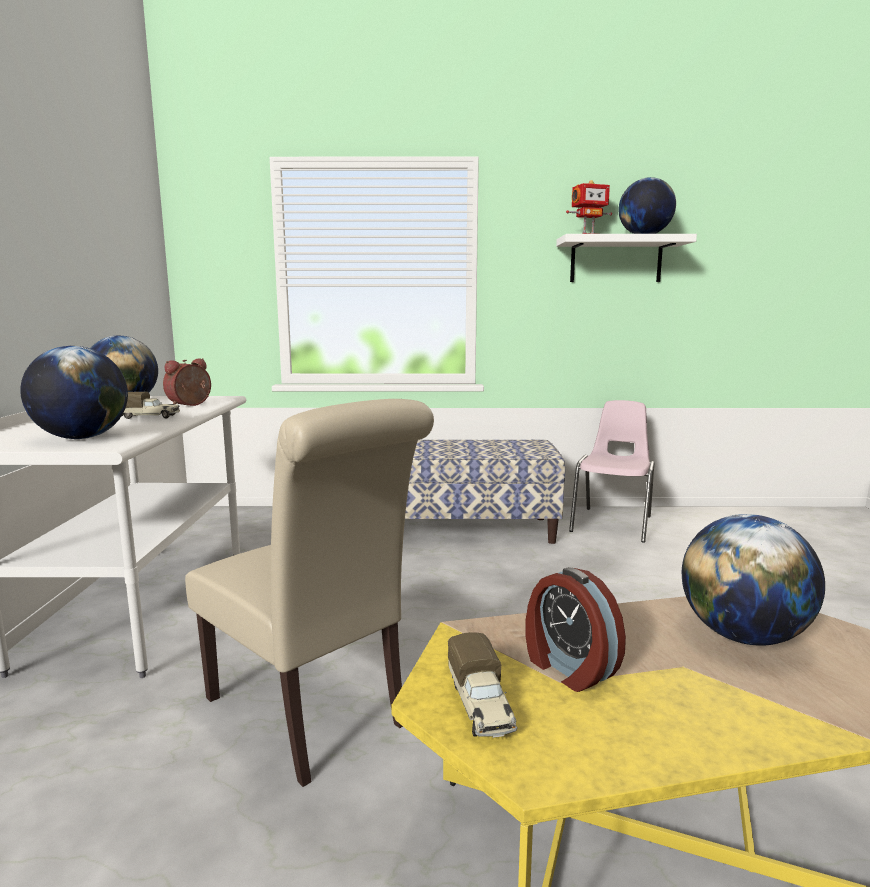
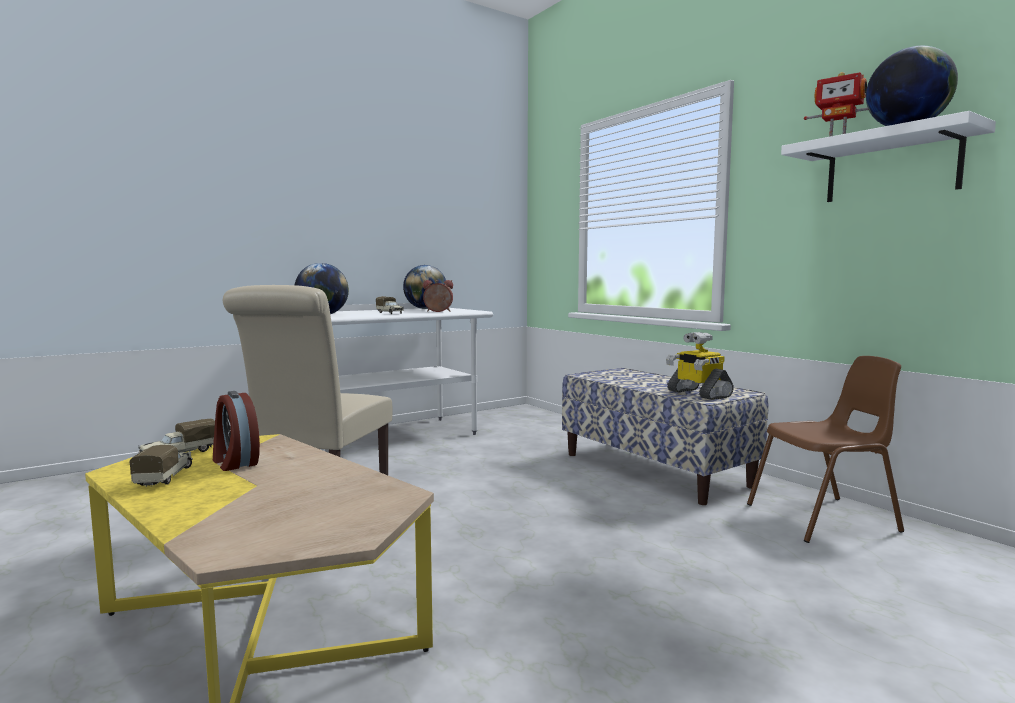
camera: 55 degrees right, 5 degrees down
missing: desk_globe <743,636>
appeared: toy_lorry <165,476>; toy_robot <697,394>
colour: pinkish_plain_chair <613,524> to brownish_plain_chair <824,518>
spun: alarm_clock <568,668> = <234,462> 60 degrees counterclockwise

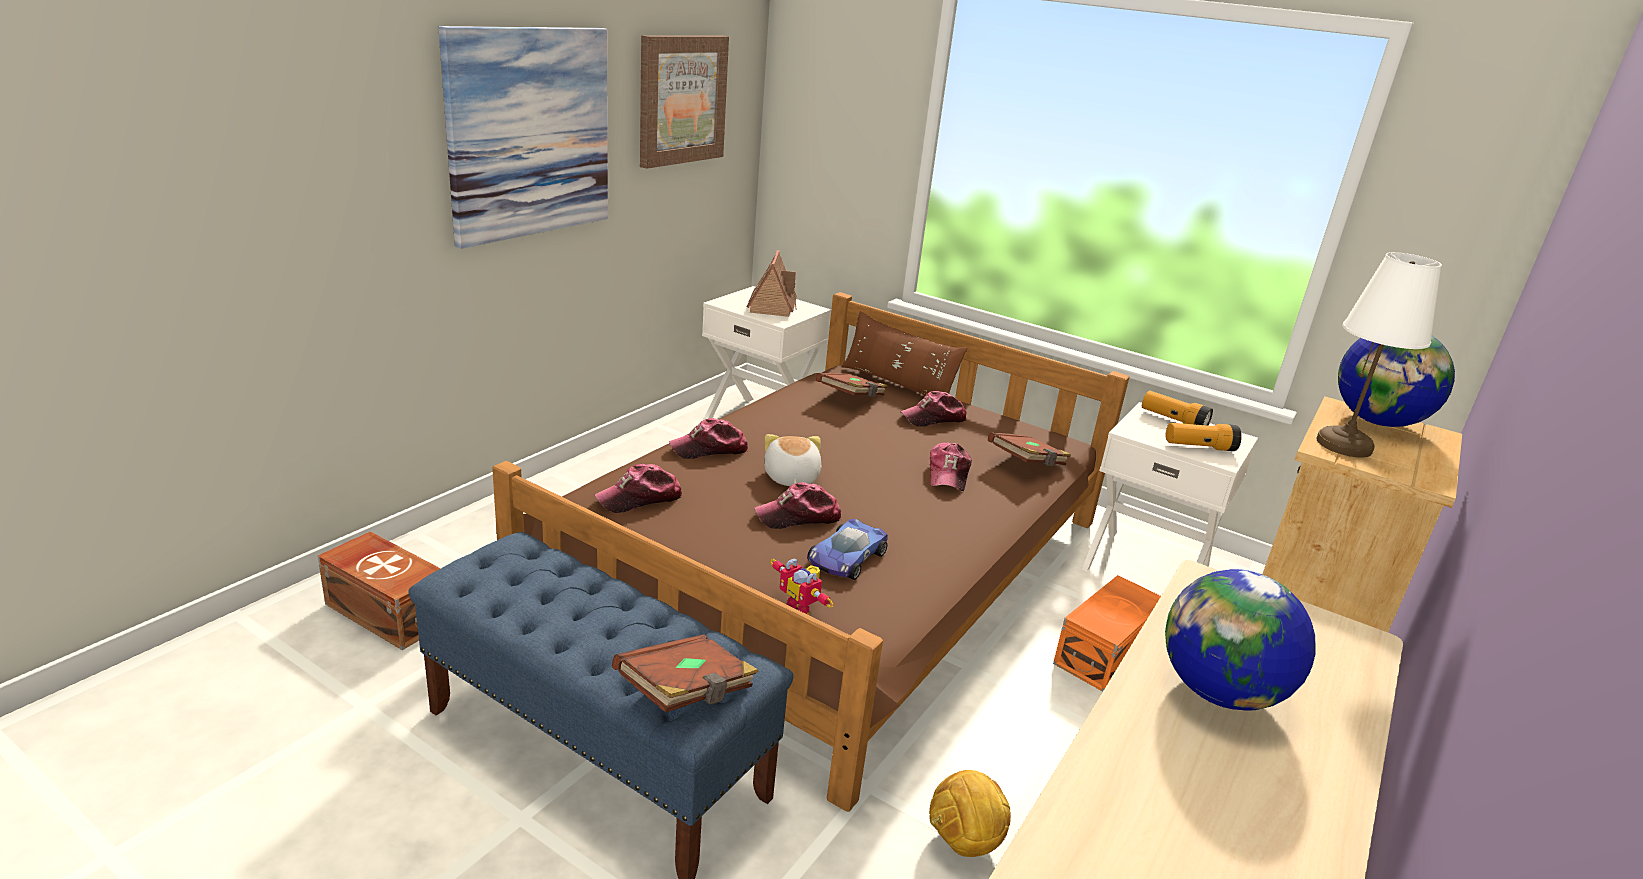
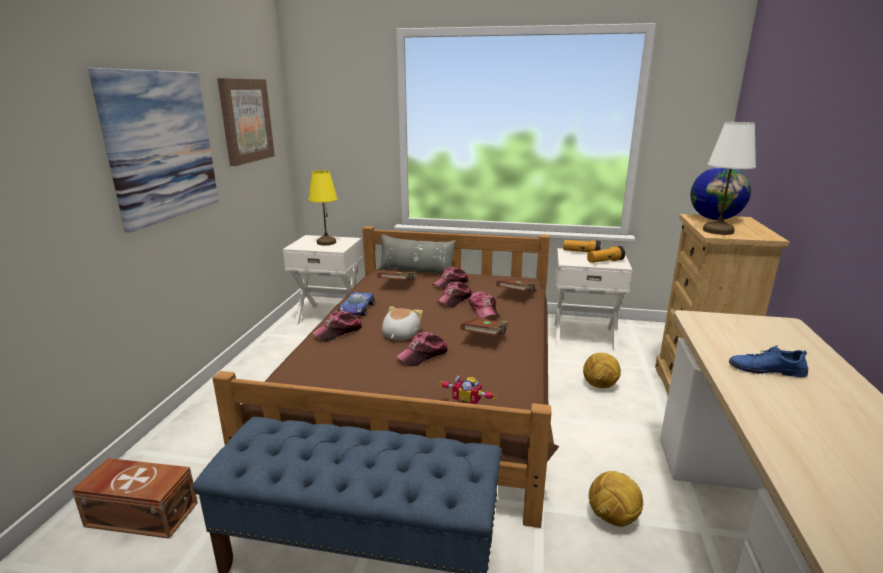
camera: 20 degrees left, 5 degrees down
relocated: miniature_car <846,558> to <356,309>; cap <640,498> to <454,300>; brownish_volume <687,693> to <486,337>
exchanged: toy_house <772,306> to yellow_tabletop_lamp <326,242>; orangey_storage_container <1107,653> to football <600,385>; desk_globe <1219,693> to blue-coloured_shoe <766,370>
colour: brownish_cushion <897,384> to gray_cushion <416,271>
spun: plush_toy <790,478> = <400,335> 45 degrees clockwise

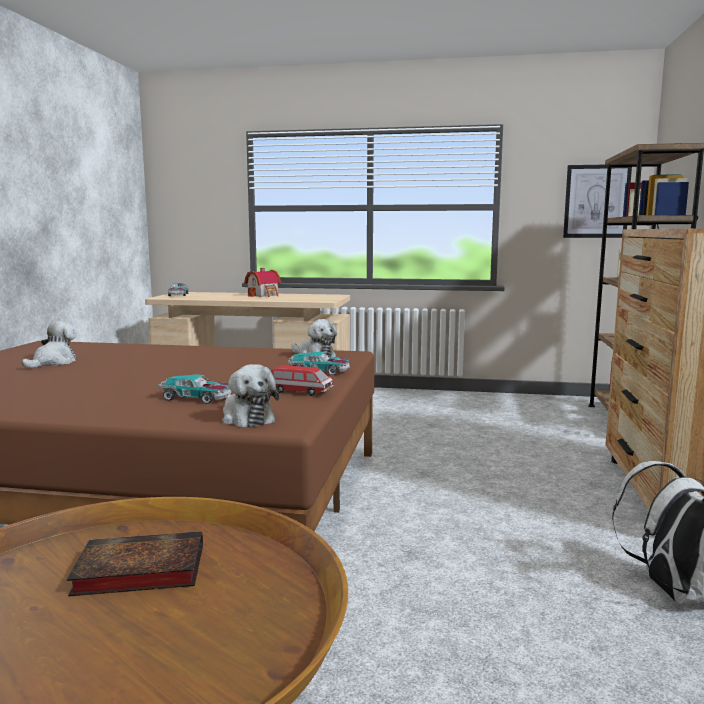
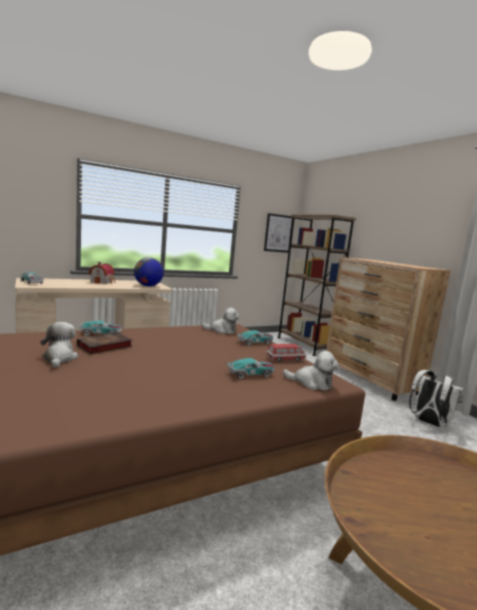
camera: 40 degrees left, 0 degrees up
appeared: miniature_car <101,333>; desk_globe <148,286>
relocated: volume <136,571> to <104,346>

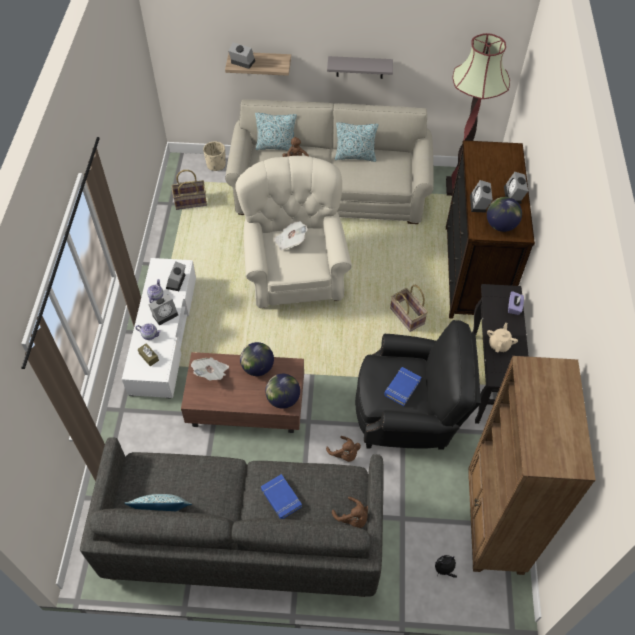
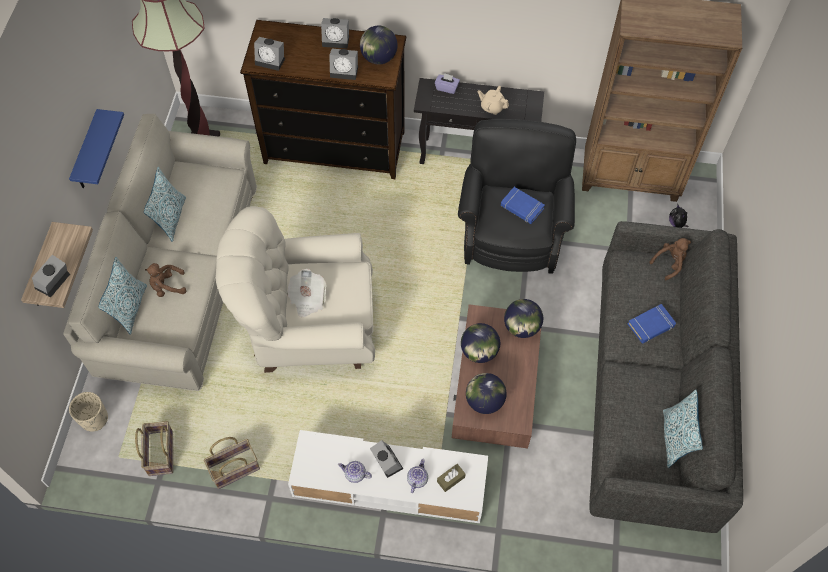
camera: 85 degrees left, 5 degrees up
missing: brownish_plush_toy <344,454>
relocated: household_basket <407,316> to <234,468>; alarm_clock <176,282> to <271,60>
exchanged: newspaper <211,373> to desk_globe <484,401>
colour: gray_wall_shelf <360,67> to blue-coloured_wall_shelf <87,153>

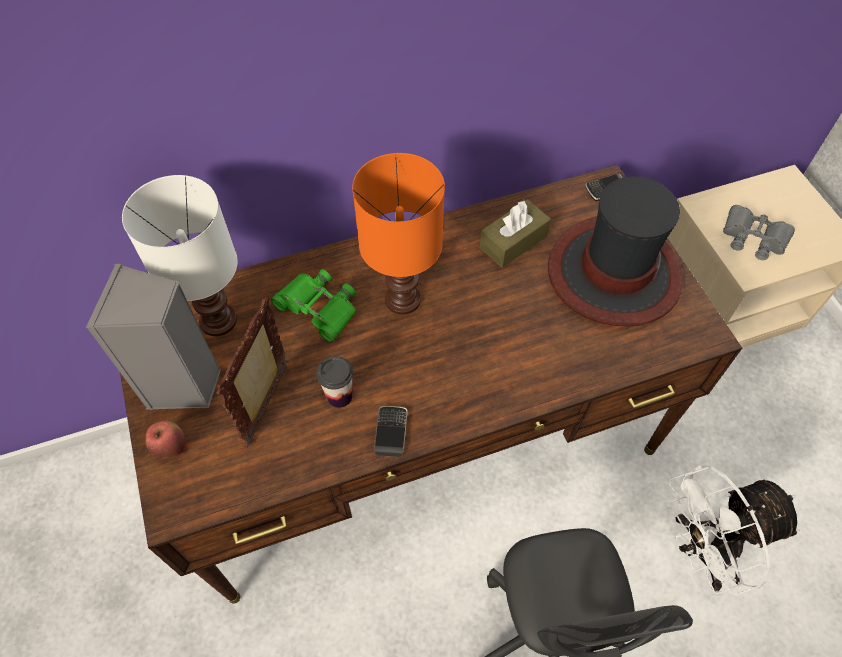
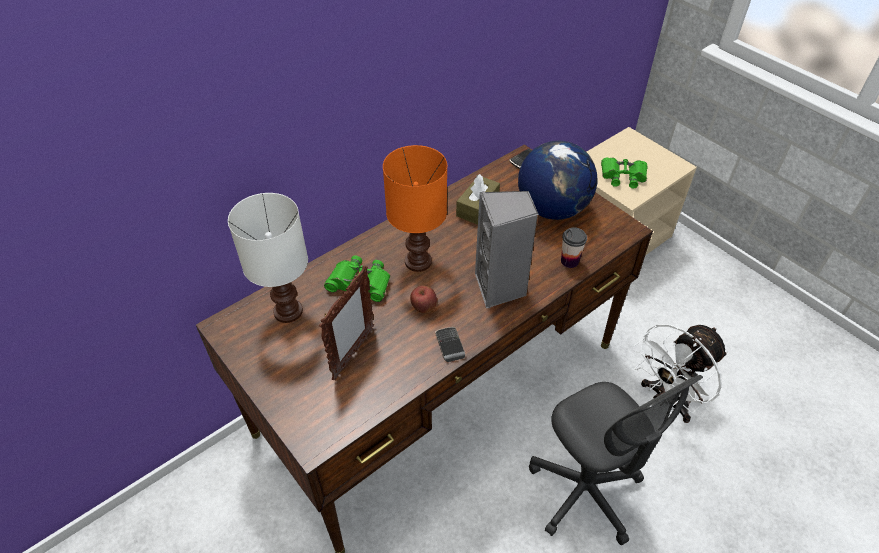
camera: 20 degrees left, 10 degrees down
relocated: apple <171,447> to <423,308>; gray_loudspeaker <185,385> to <500,288>; cup <339,396> to <569,261>
exchanged: hat <613,273> to desk_globe <552,209>
colour: gray_binoculars <753,237> to green_binoculars <623,176>
spun: photo_frame <268,404> = <353,354> 150 degrees counterclockwise

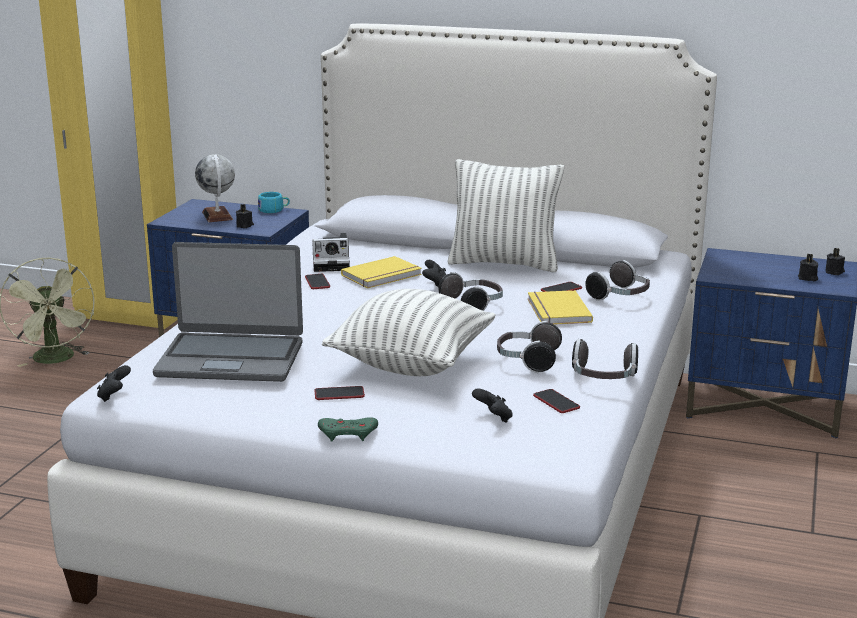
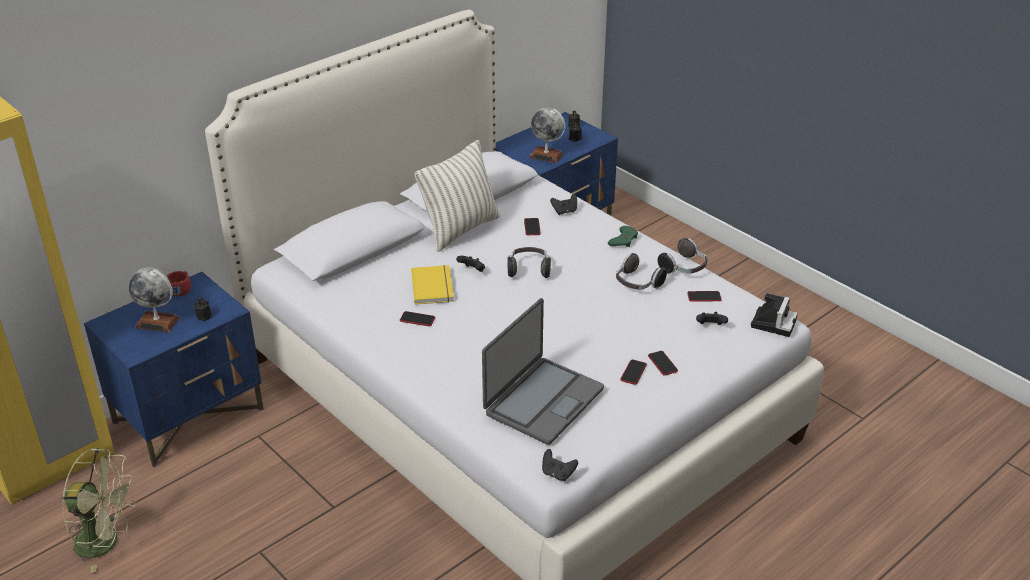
camera: 60 degrees left, 15 degrees up
missing: cushion <411,364>; yellow_volume <556,311>
appeared: desk_globe <546,155>; phone <662,363>
relocated: green_gamepad <348,433> to <623,240>; still_camera <333,263> to <773,322>
exchanged: headset <620,296> to black-coloured_gamepad <564,211>
colour: turquoise-coloured_cup <274,210> to red-coloured_cup <180,288>

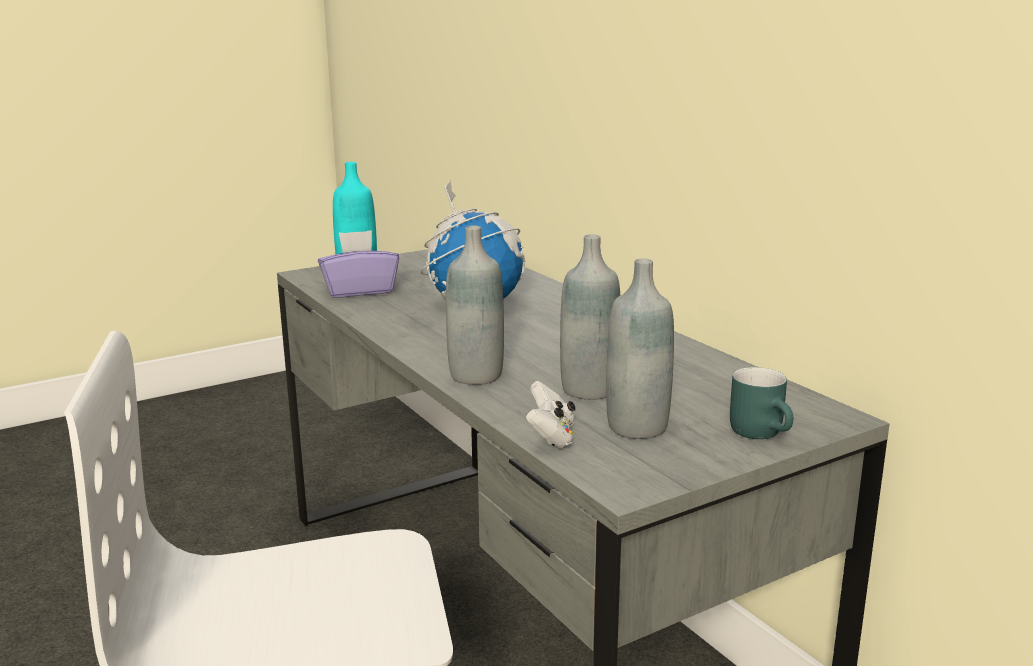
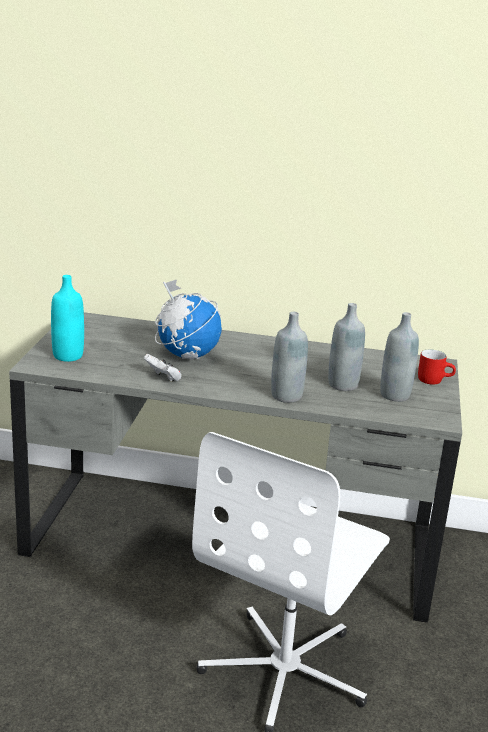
camera: 50 degrees left, 5 degrees up
missing: purplish_tissue_box <359,290>
relocated: white_gamepad <551,437> to <164,378>
colour: turquoise-coloured_mug <763,432> to red-coloured_mug <434,380>

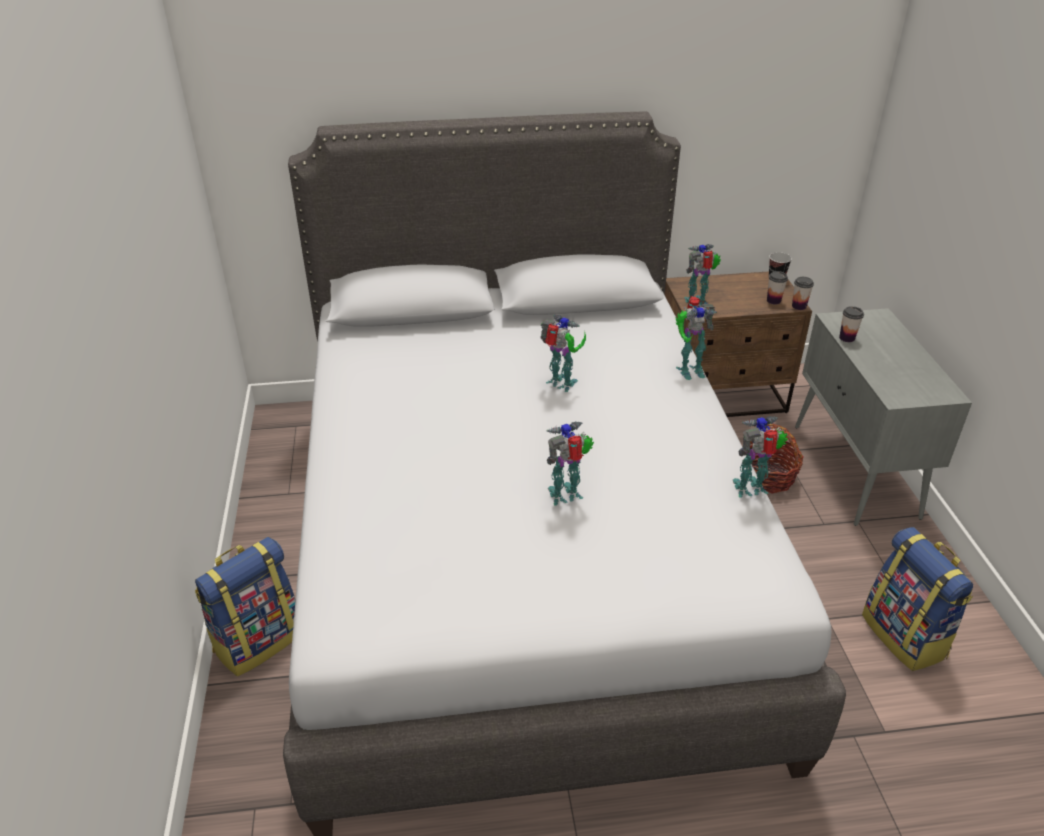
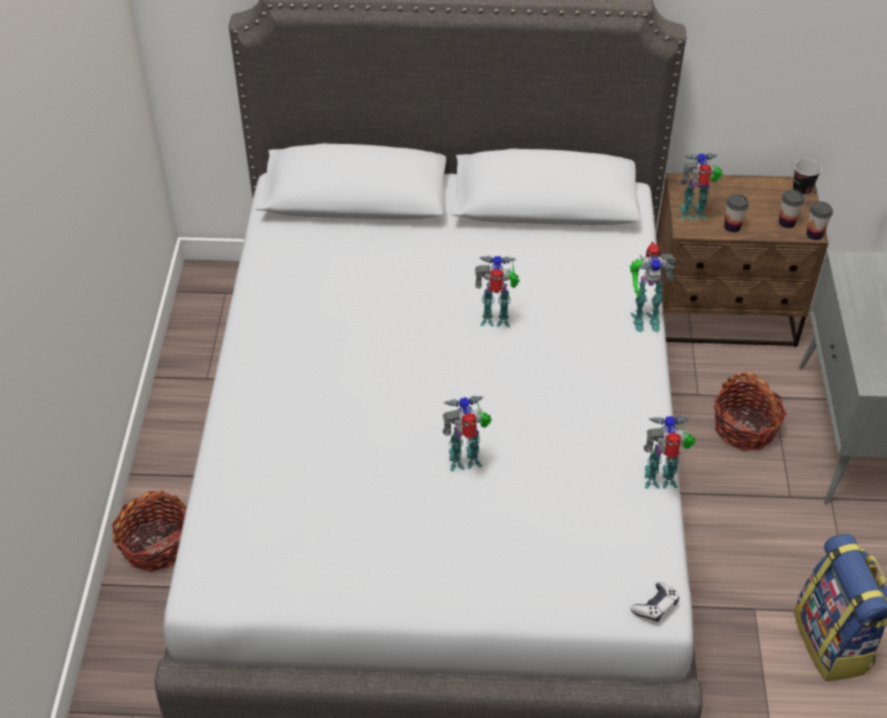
camera: 10 degrees right, 10 degrees up
appeared: gamepad <655,606>
relocated: cup <847,338> to <732,226>
exchanged: rucksack <258,640> to household_basket <156,545>
spun: toy_robot <561,384> = <497,320> 45 degrees counterclockwise

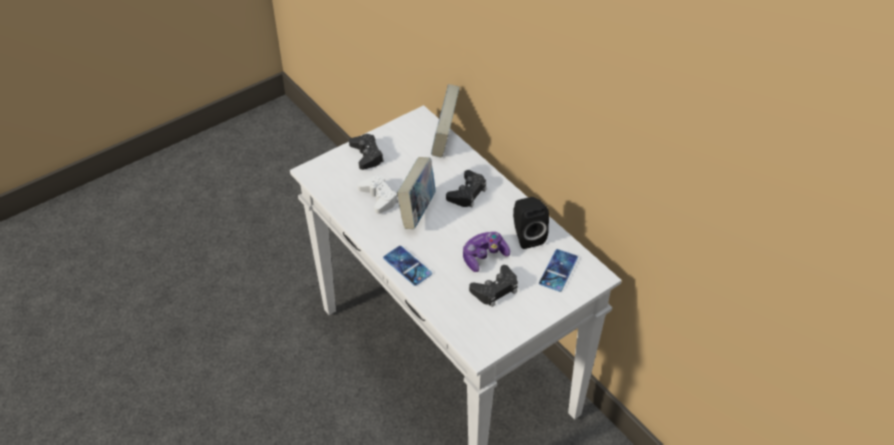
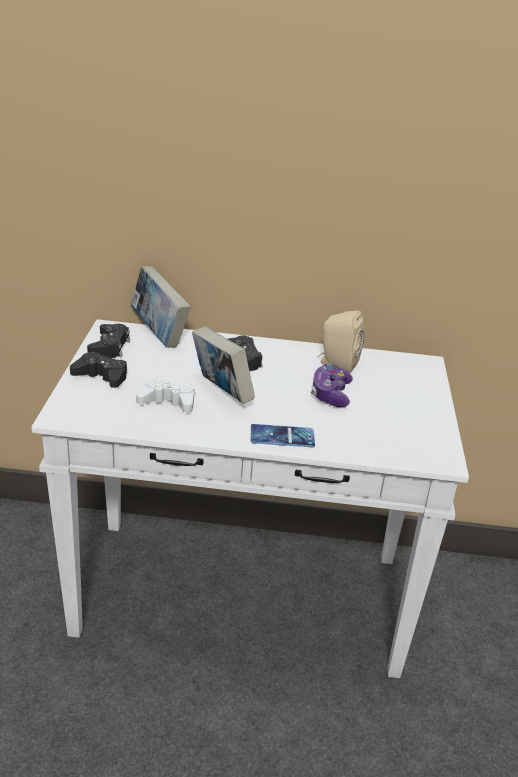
camera: 50 degrees left, 15 degrees down
missing: phone <558,270>
relocated: black-coloured_gamepad <495,289> to <110,346>
colour: black-coloured_loudspeaker <527,236> to beige_loudspeaker <336,364>

